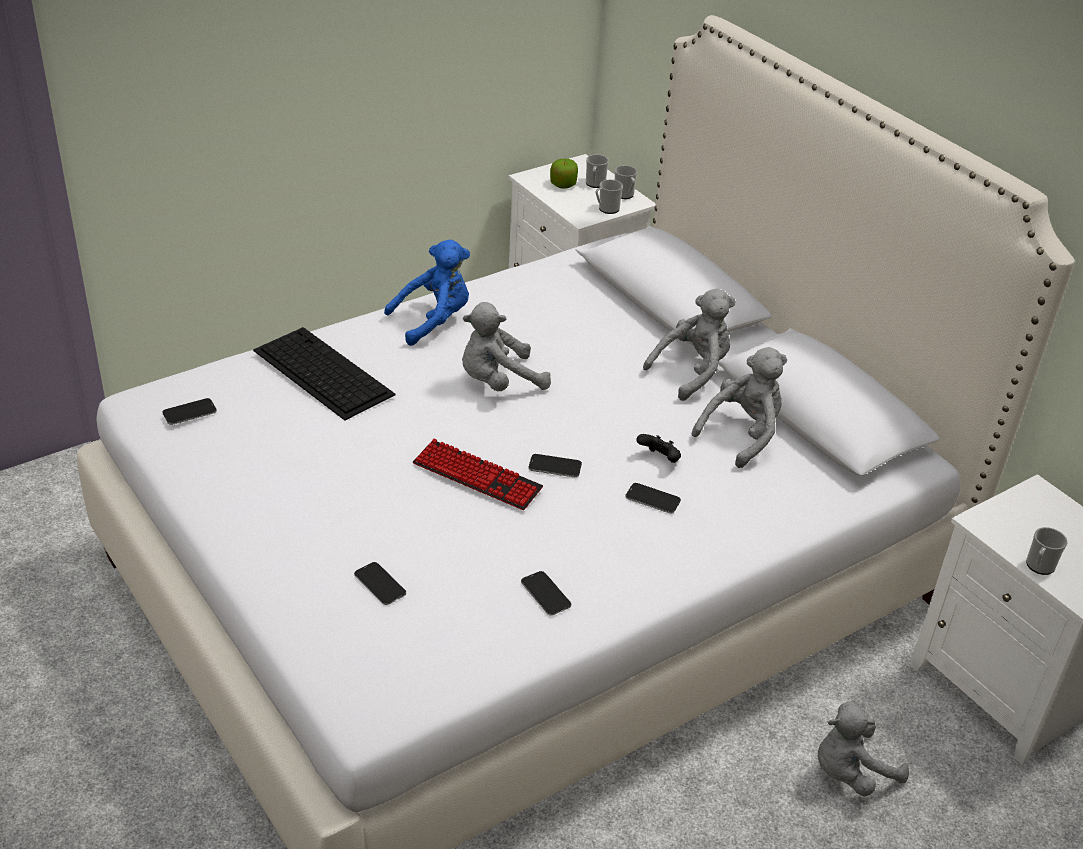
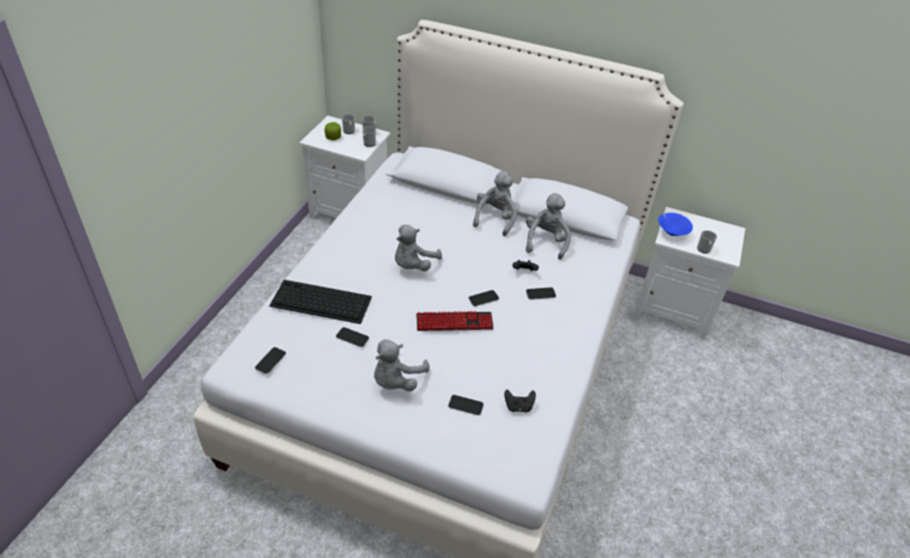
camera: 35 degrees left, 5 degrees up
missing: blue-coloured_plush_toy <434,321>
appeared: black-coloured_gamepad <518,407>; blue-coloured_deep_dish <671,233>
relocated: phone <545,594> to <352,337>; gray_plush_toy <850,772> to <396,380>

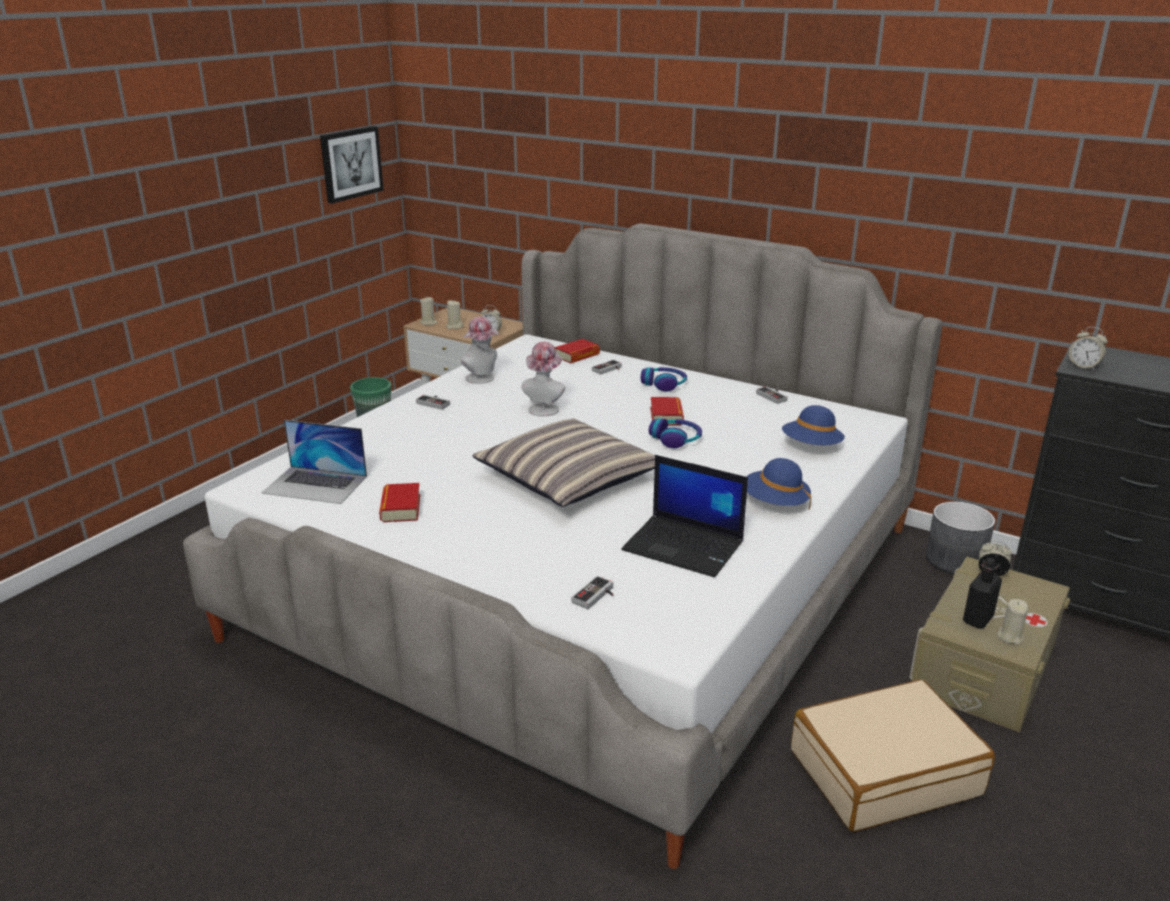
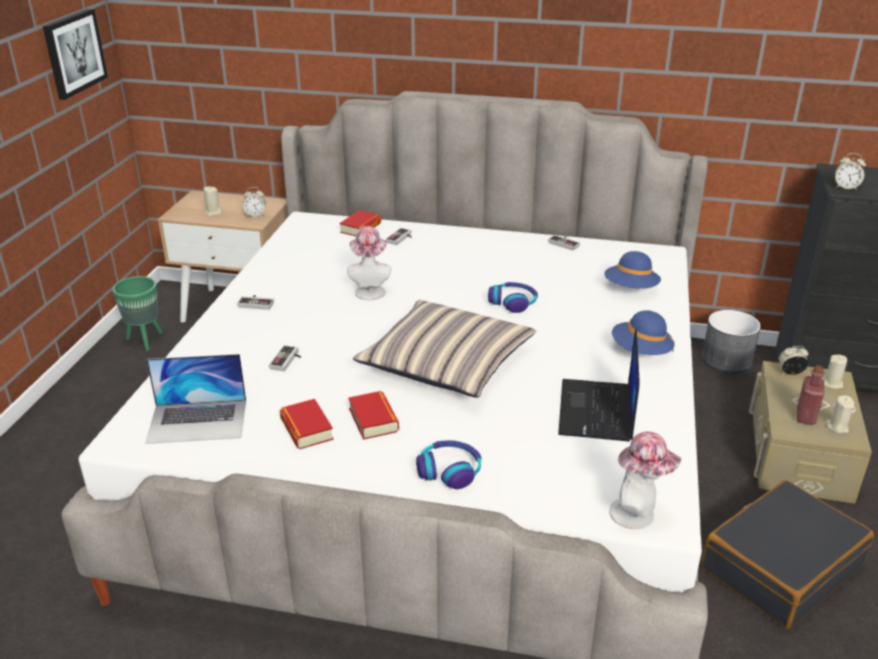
camera: 20 degrees left, 5 degrees up
relocated: gamepad <596,597> to <288,361>; volume <666,416> to <373,420>; headset <664,384> to <449,470>; hat <483,379> to <638,514>; beige_candle <428,323> to <832,383>
colour: beige_travel_case <884,771> to black-coloured_travel_case <780,567>; black-coloured_beverage_bottle <977,619> to red-coloured_beverage_bottle <805,417>
spun: portable_computer <685,546> = <597,412> 90 degrees clockwise

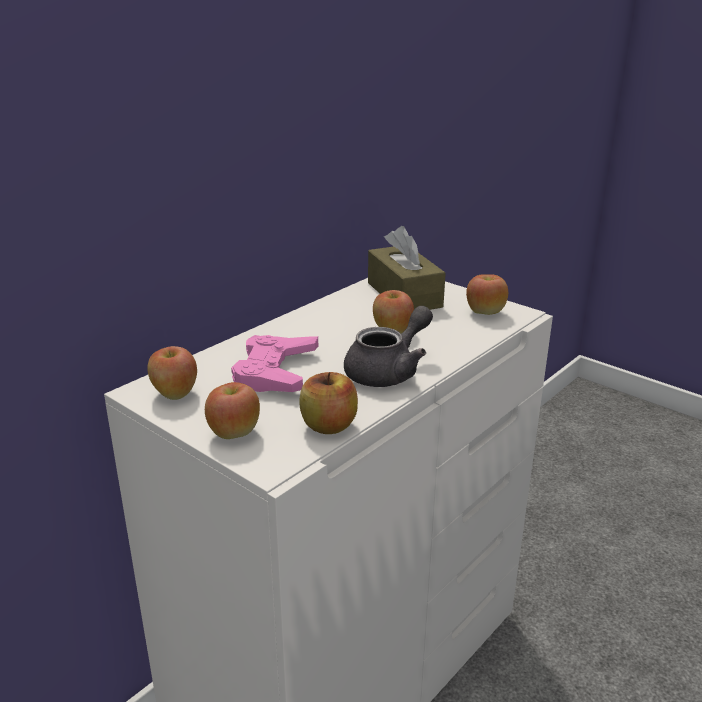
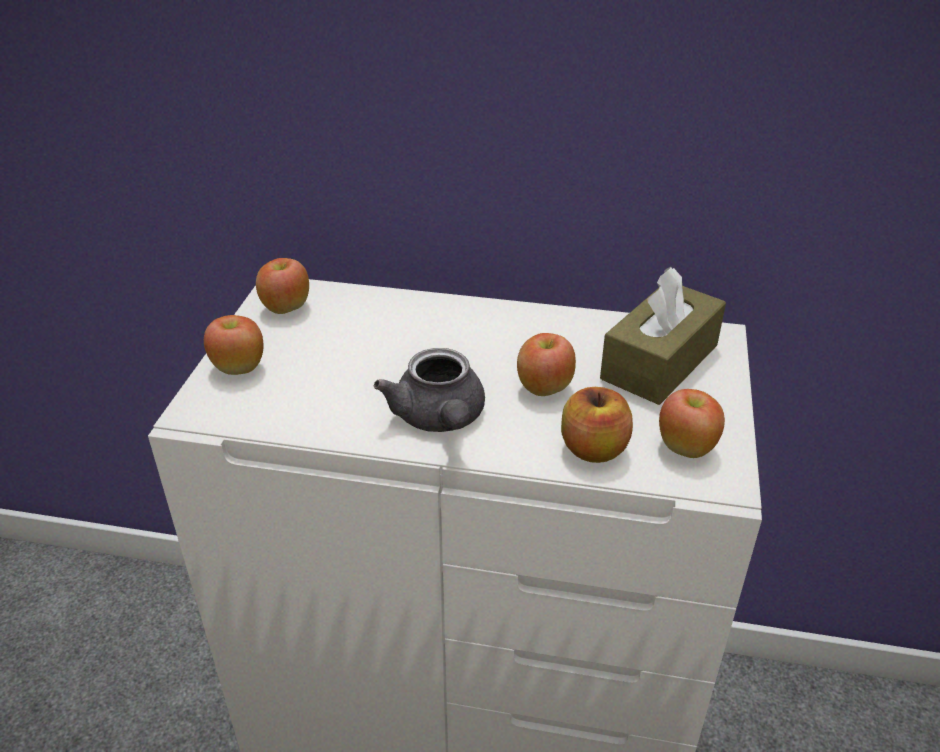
camera: 60 degrees right, 10 degrees up
missing: pinkish_gamepad <275,372>
relocated: apple <329,425> to <594,449>
spun: gray_pot_for_tea <389,371> = <439,419> 60 degrees clockwise

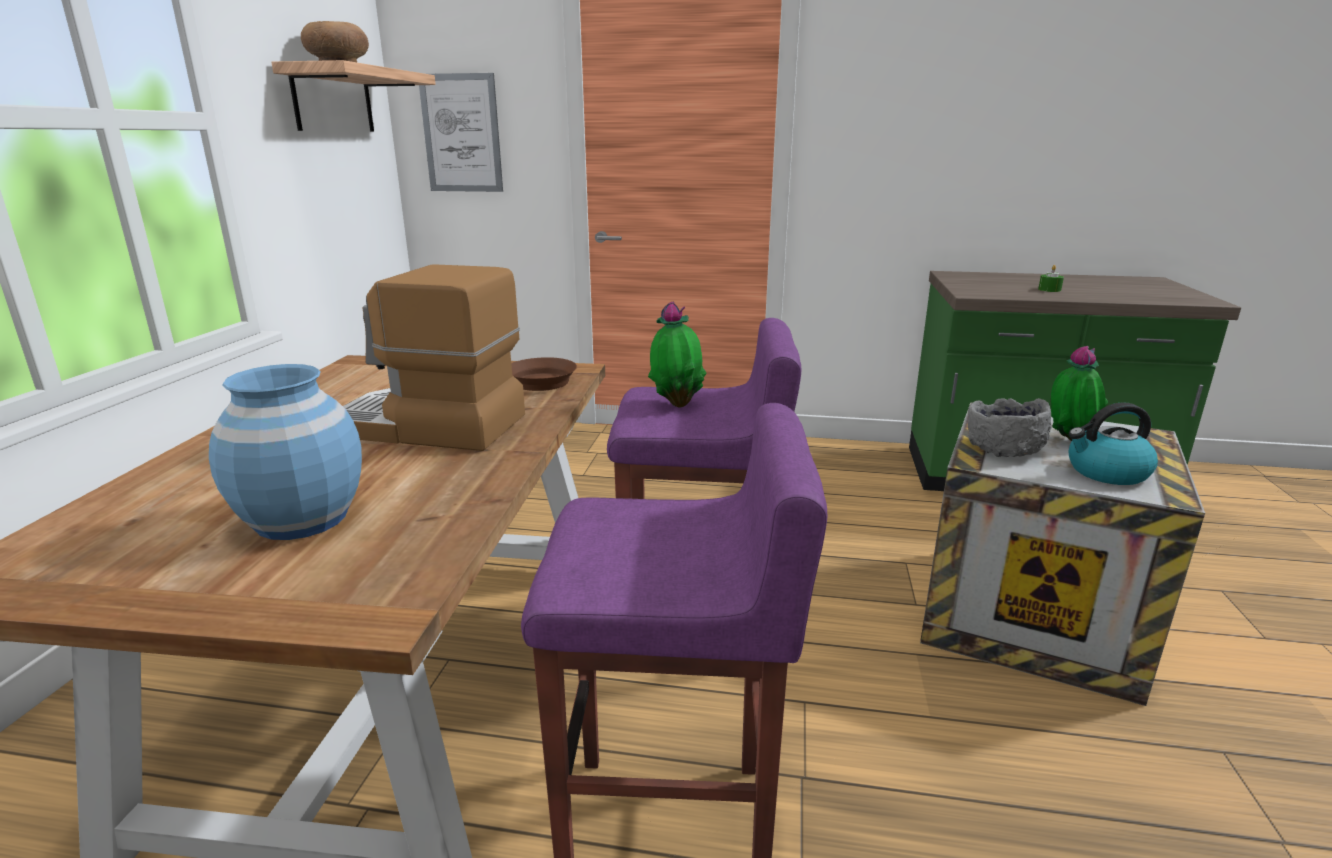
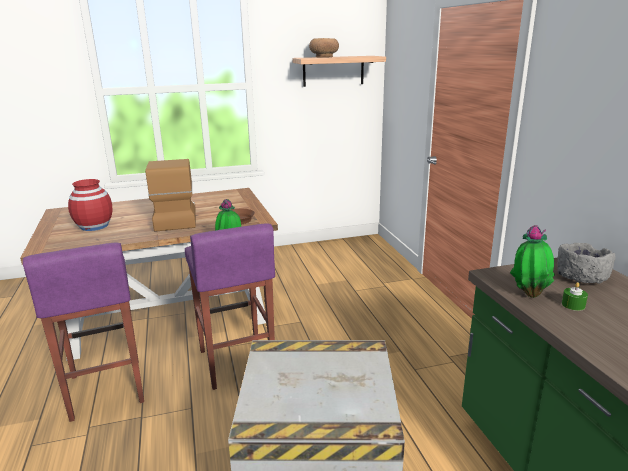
camera: 65 degrees right, 0 degrees up
missing: picture <461,133>; kettle <1106,472>
relocated: houseplant <1068,441> to <529,294>; gray_deep_dish <1003,449> to <580,277>
colour: blue-coloured_decorative_vase <301,519> to red-coloured_decorative_vase <94,226>

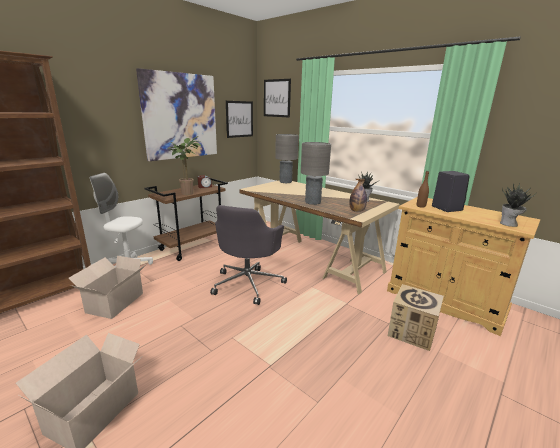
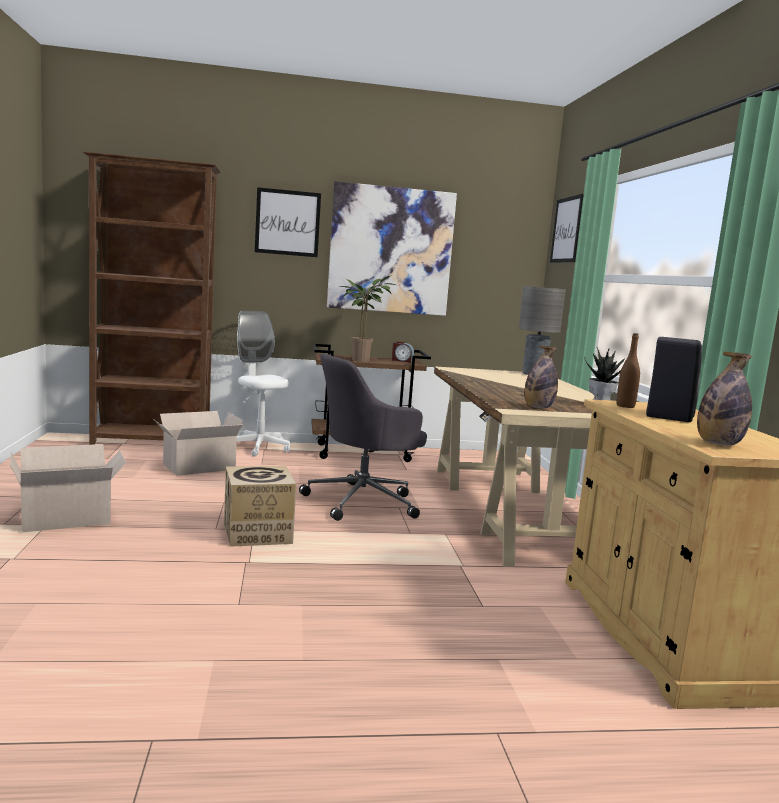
camera: 40 degrees right, 10 degrees down
missing: gray_tabletop_lamp <312,202>
relocated: carton <412,332> to <257,533>; picture <239,119> to <287,222>
exchanged: houseplant <509,224> to beverage_bottle <718,444>

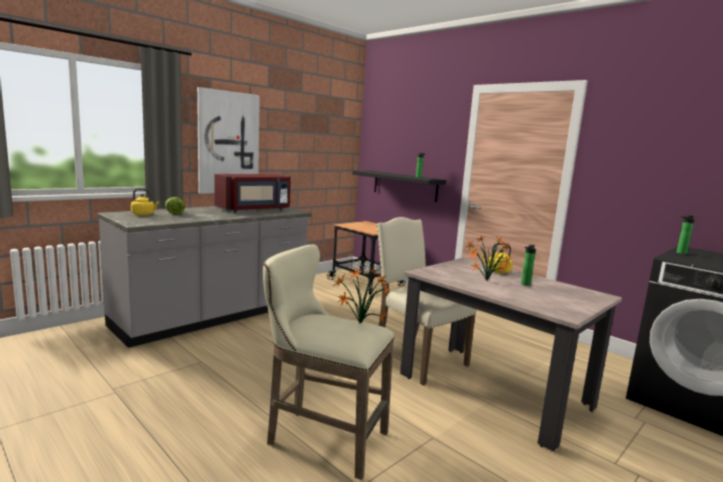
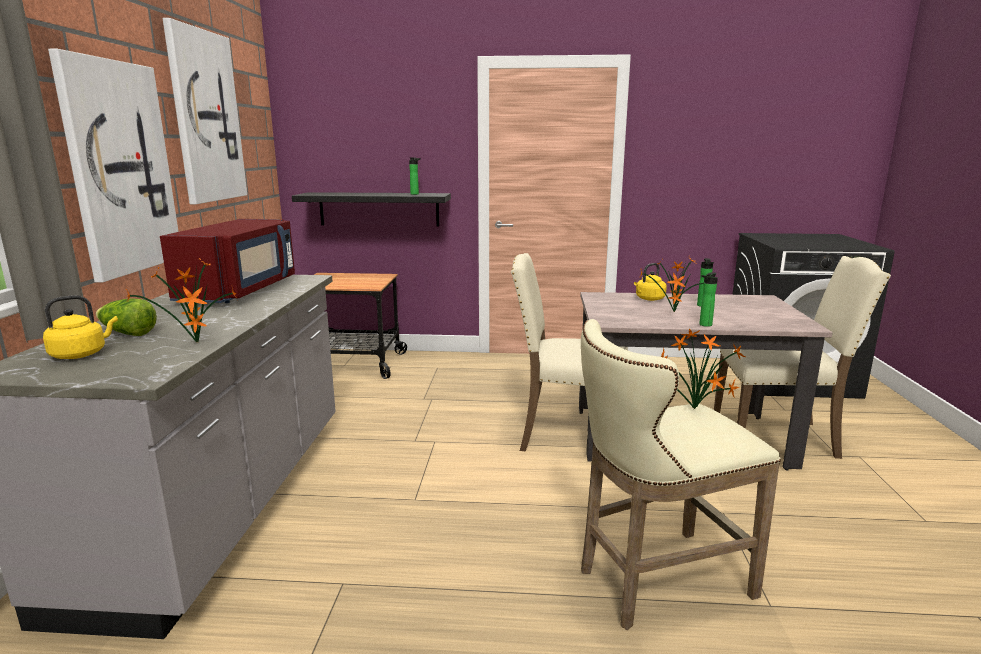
camera: 40 degrees left, 5 degrees up
appeared: houseplant <196,344>; picture <205,117>; beige_plain_chair <777,437>
relocated: beverage_bottle <680,253> to <704,325>

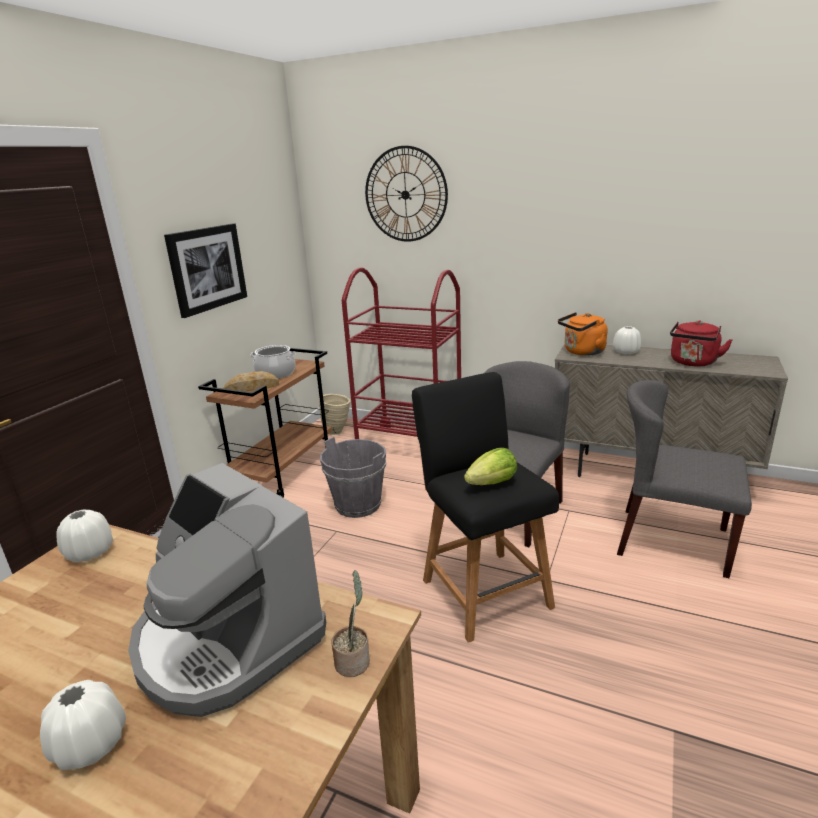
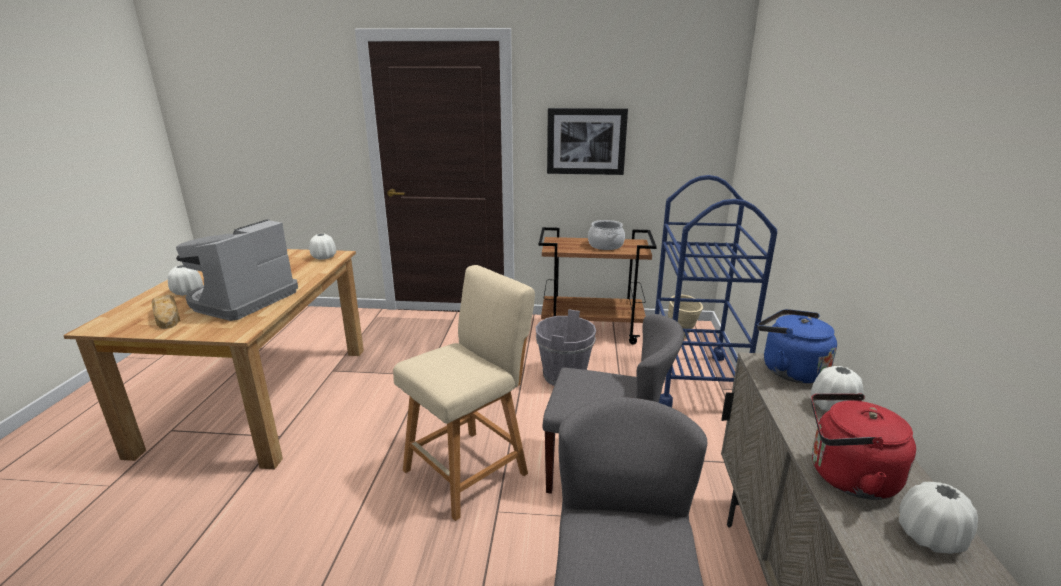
camera: 70 degrees right, 0 degrees up
missing: houseplant <354,660>; clock_on_the_wall <405,195>; head_of_lettuce <492,483>
appeared: white_decorative_vase <930,537>
relocated: bread <252,387> to <167,316>
colour: black-coloured_stool_seat <482,589> to beige_stool_seat <470,469>; red-coloured_cart <410,445> to blue-coloured_cart <693,380>; orangey_kettle <582,352> to blue-coloured_kettle <789,370>

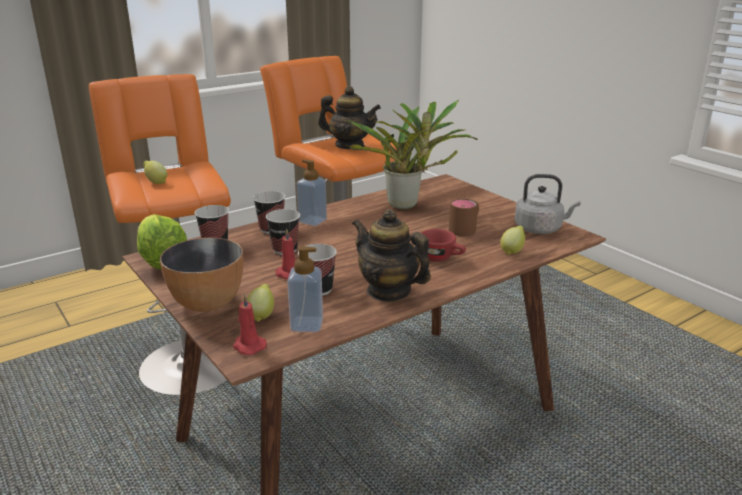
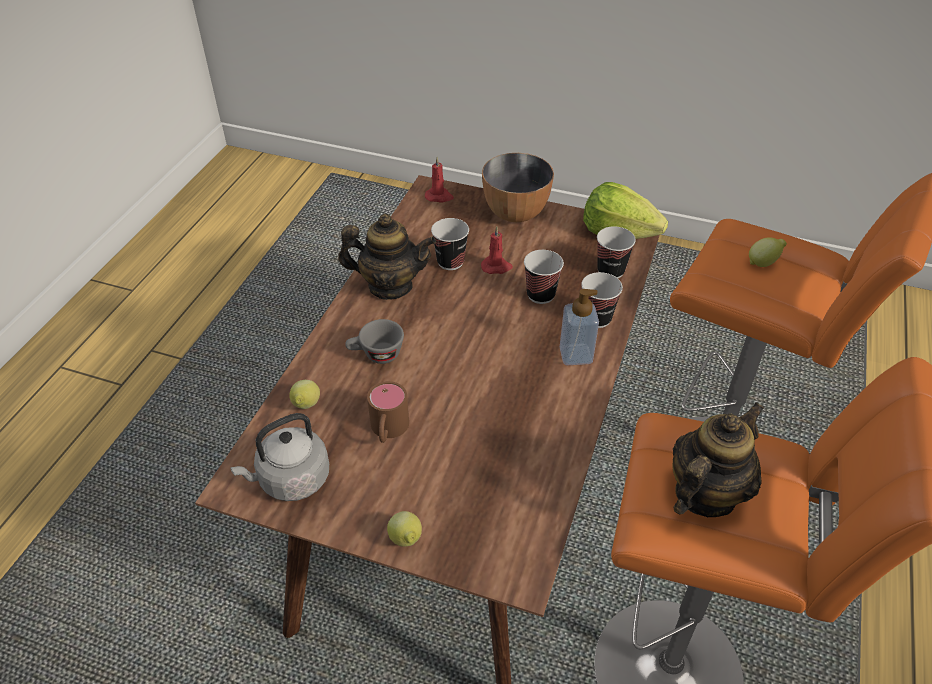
camera: 145 degrees right, 20 degrees up
missing: liquid_soap_bottle <307,325>; houseplant <407,205>
relocated: whole_lemon <261,315> to <406,540>
colour: red-coloured_cup <442,258> to gray_cup <376,355>
spun: pot_for_tea <349,146> = <704,493> 150 degrees clockwise

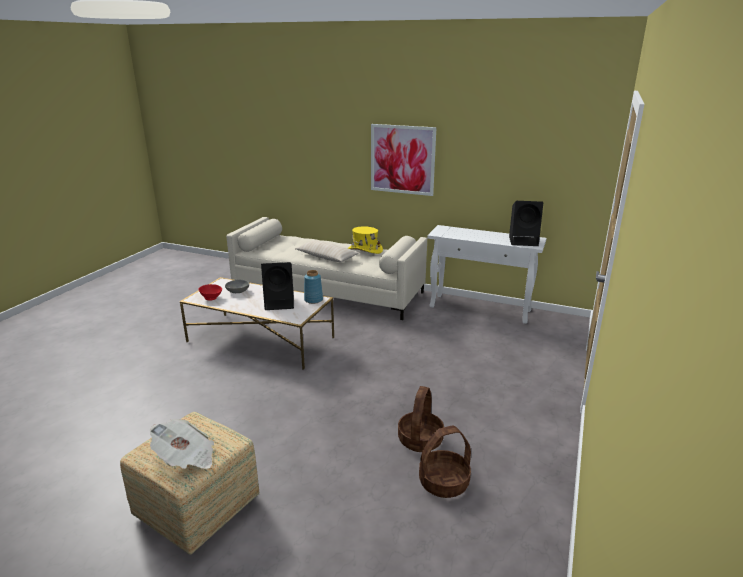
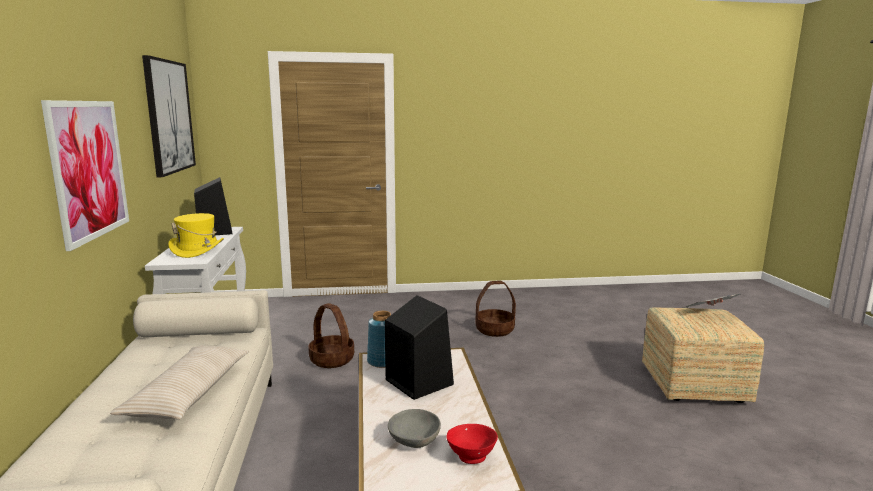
camera: 120 degrees left, 10 degrees down
appeared: picture <169,116>
relocated: yellow_hat <365,250> to <197,250>; household_basket <444,482> to <331,360>

